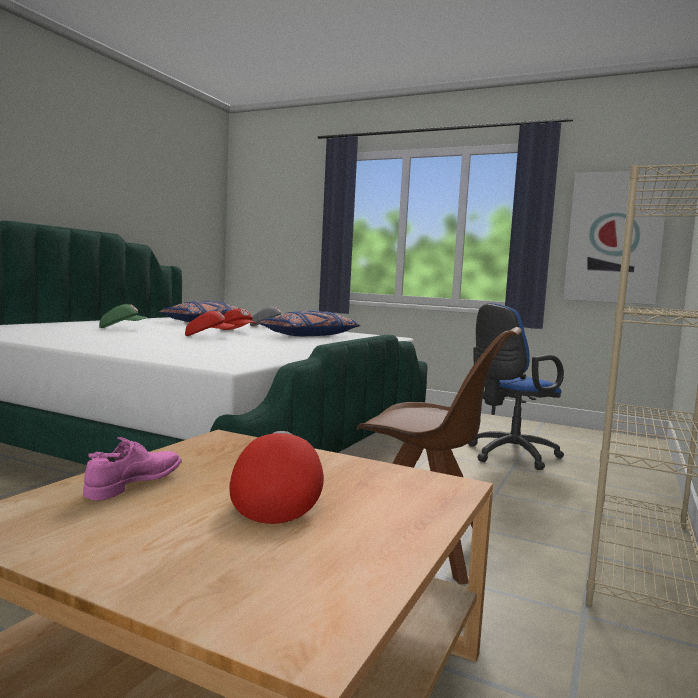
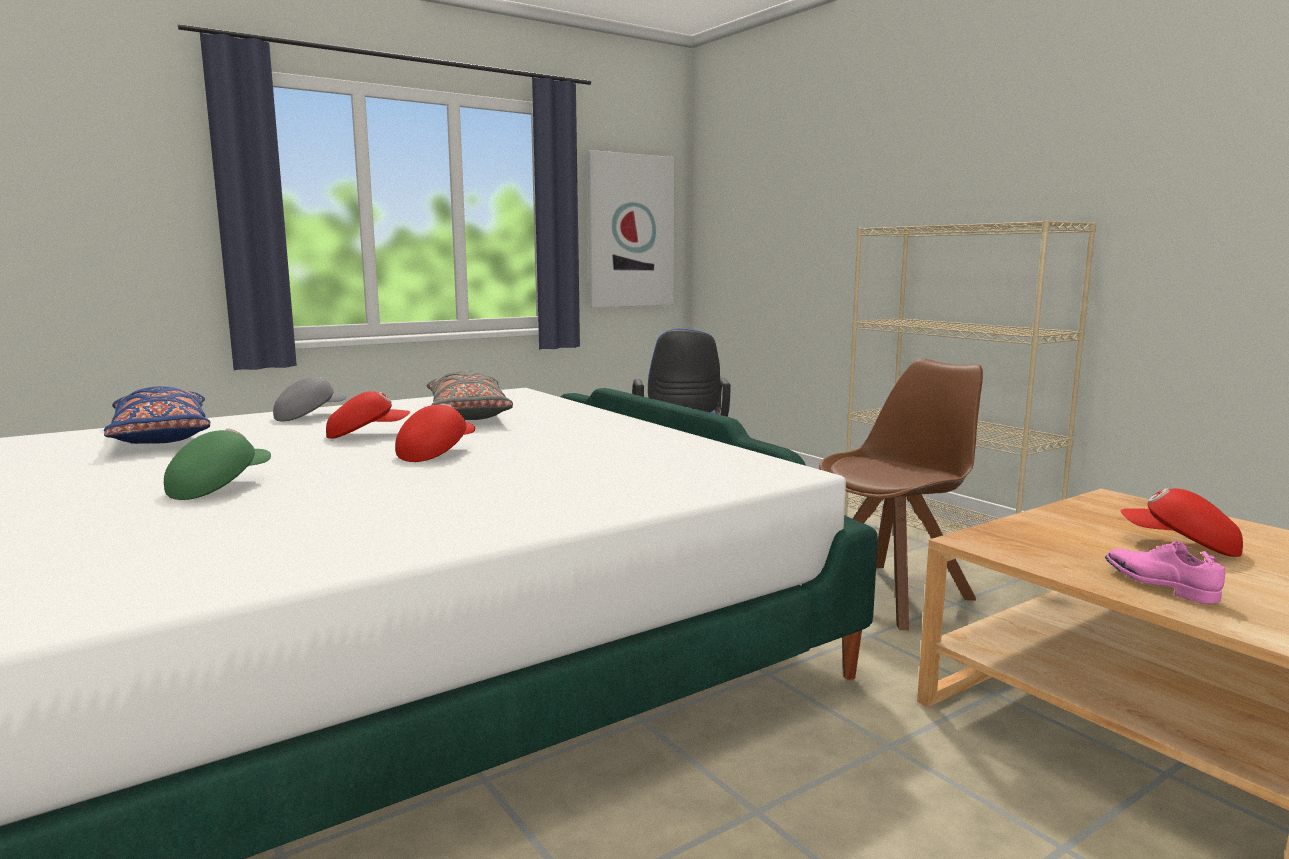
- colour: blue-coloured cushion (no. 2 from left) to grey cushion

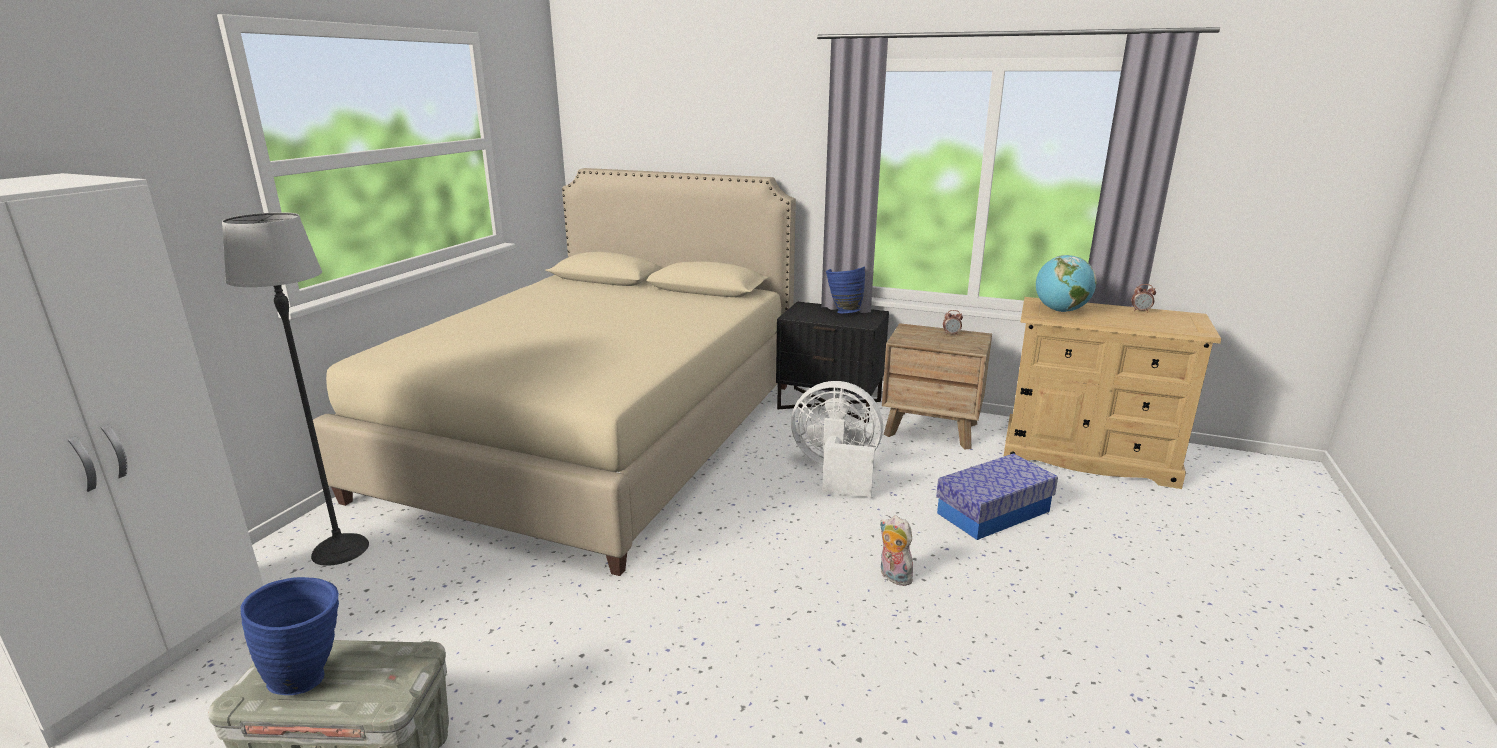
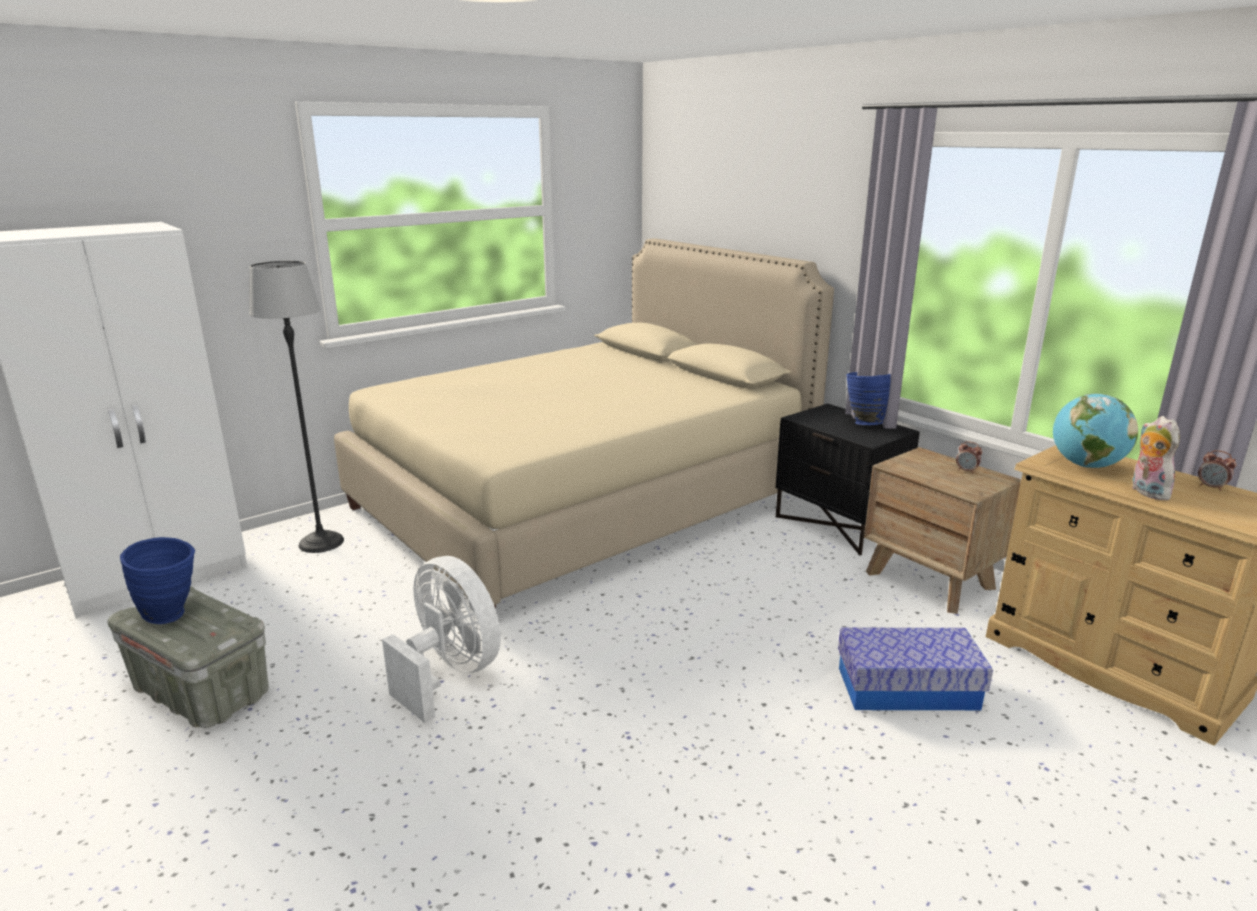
- relocated: whitish cooling fan
- relocated: soft toy

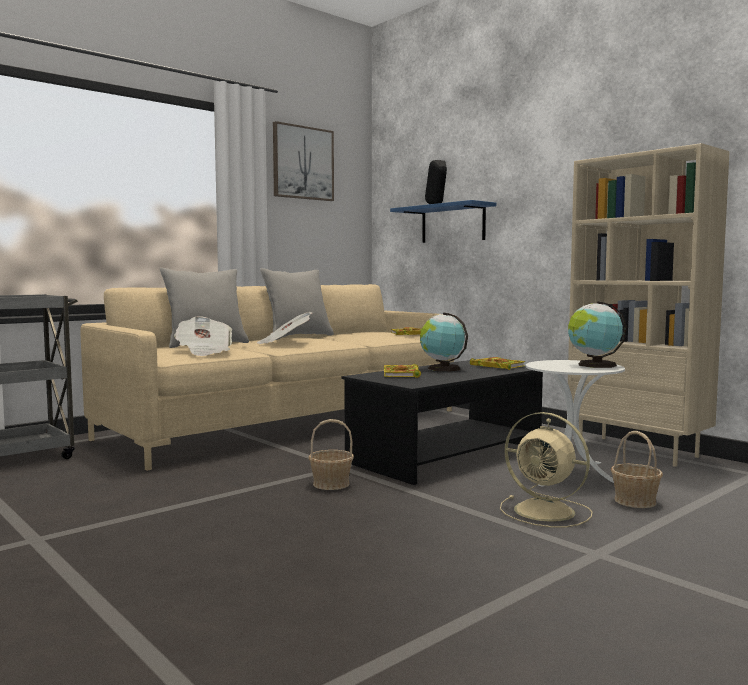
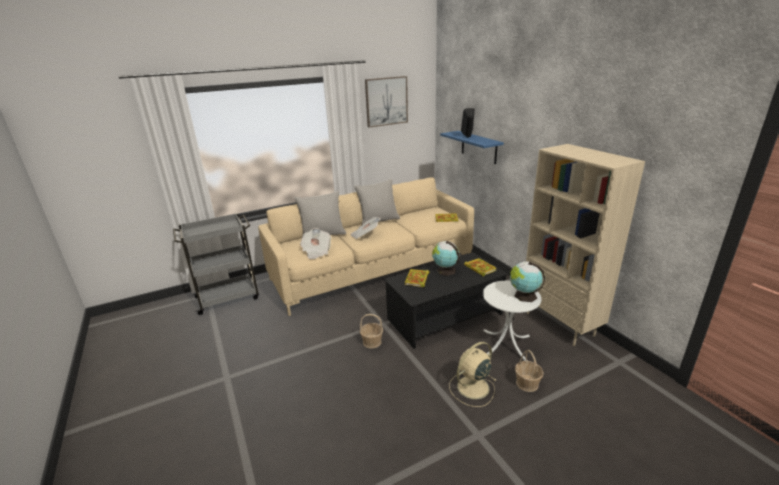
- spun: beige cooling fan 90 degrees clockwise

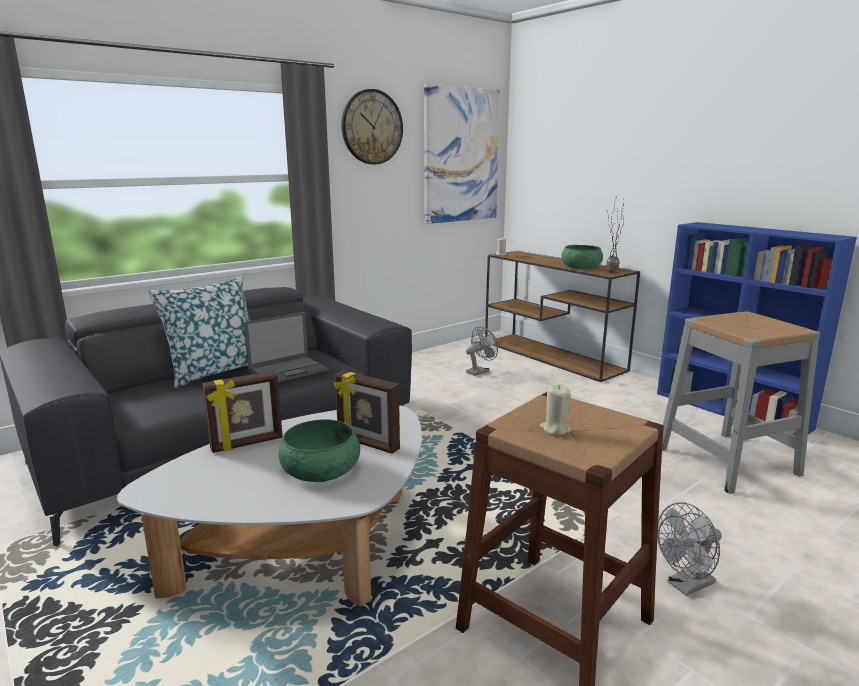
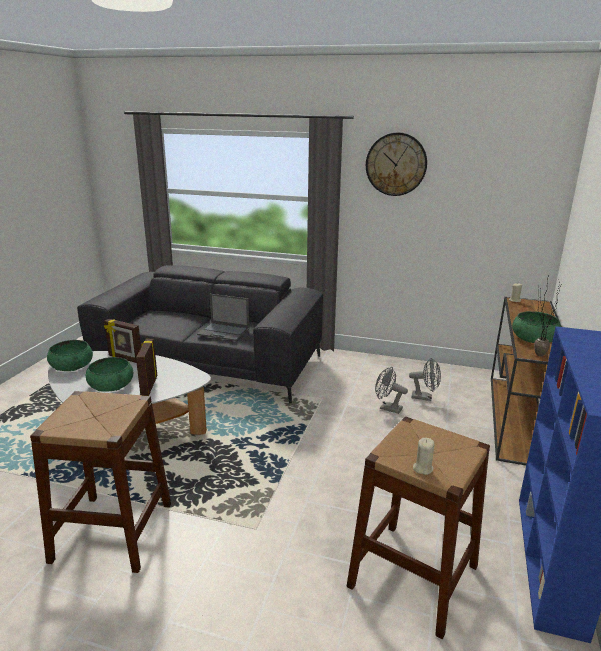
- missing: picture
- missing: cushion
- colour: grey stool seat to brown-coloured stool seat (no. 2 from left)
- relocated: beige wax light (no. 2 from left in the first image) to beige wax light (no. 1 from left)
- relocated: grey cooling fan (no. 2 from left in the first image) to grey cooling fan (no. 1 from left)
- appeared: greenish deep dish (no. 1 from left)

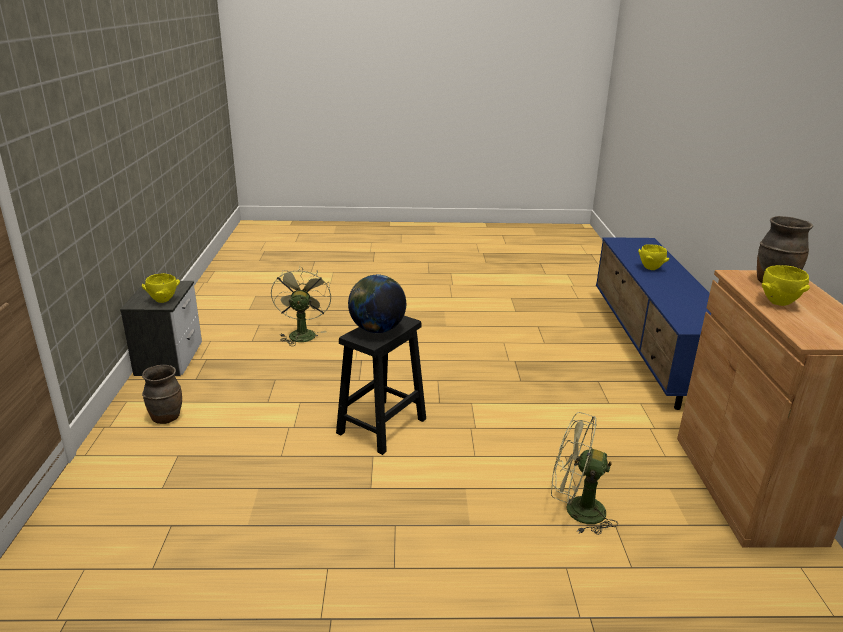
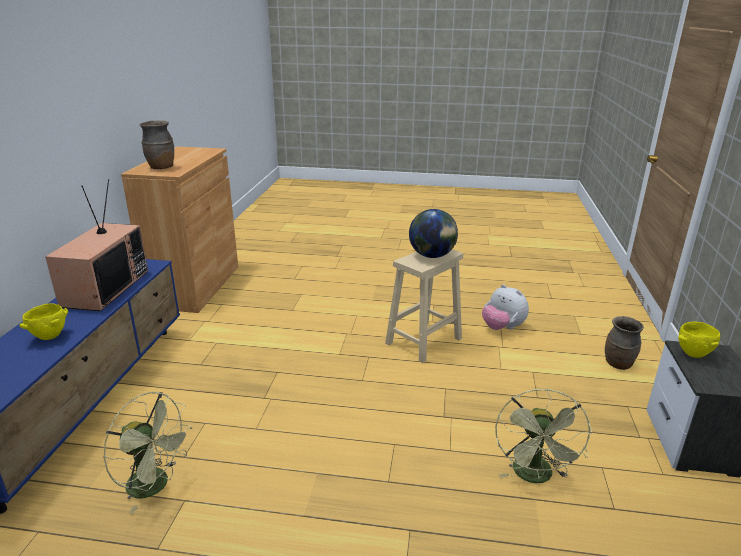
- missing: yellow deep dish (no. 3 from left)
- colour: black stool seat to beige stool seat
- relocated: greenish cooling fan (no. 2 from left in the first image) to greenish cooling fan (no. 1 from left)
- appeared: television
- appeared: soft toy

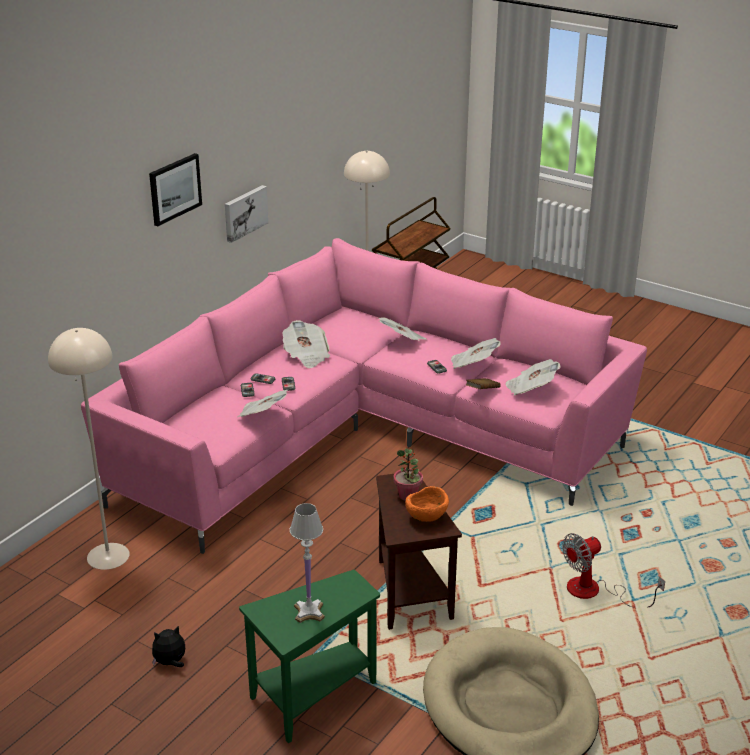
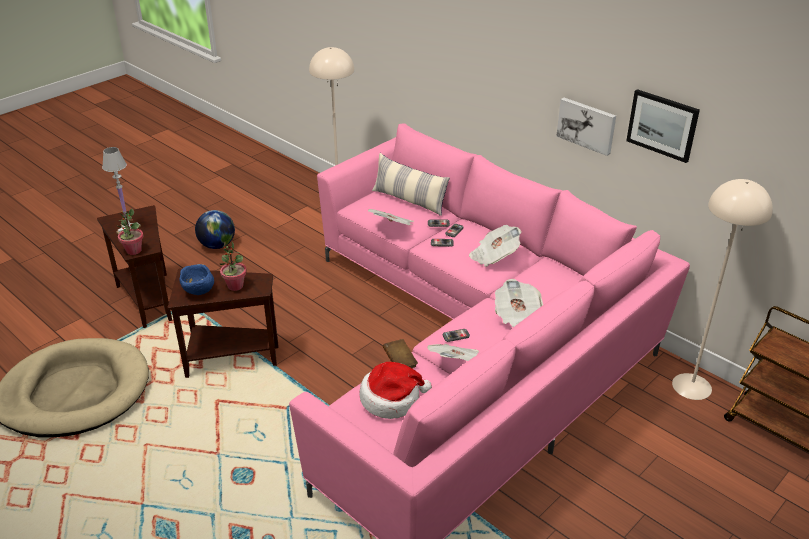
- relocated: picture (no. 1 from left in the first image) to picture (no. 2 from left)
- exchanged: printed paper (no. 5 from left) to clothing hat
- colour: orangey deep dish to blue-coloured deep dish
- missing: cooling fan
- colour: greenish side table to brown-coloured side table (no. 1 from left)
- exchanged: soft toy to globe
- appeared: cushion
- appeared: plant in a pot (no. 1 from left)

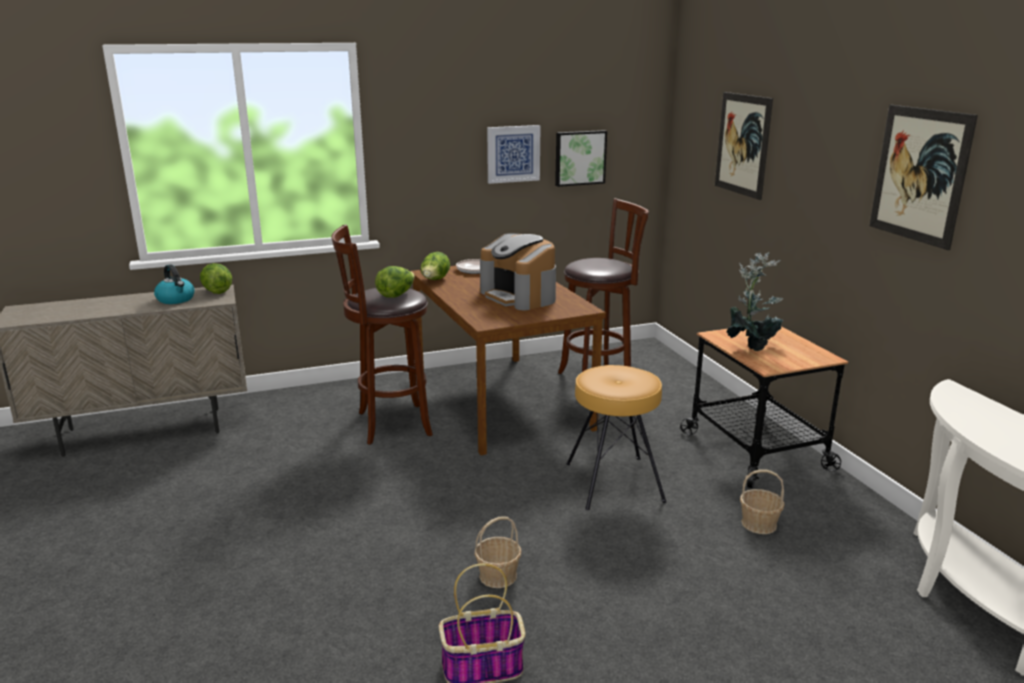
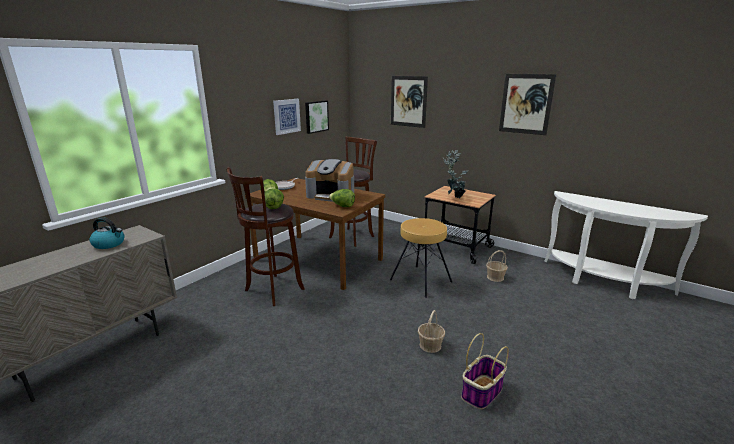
- relocated: lettuce head (no. 1 from left in the first image) to lettuce head (no. 3 from left)

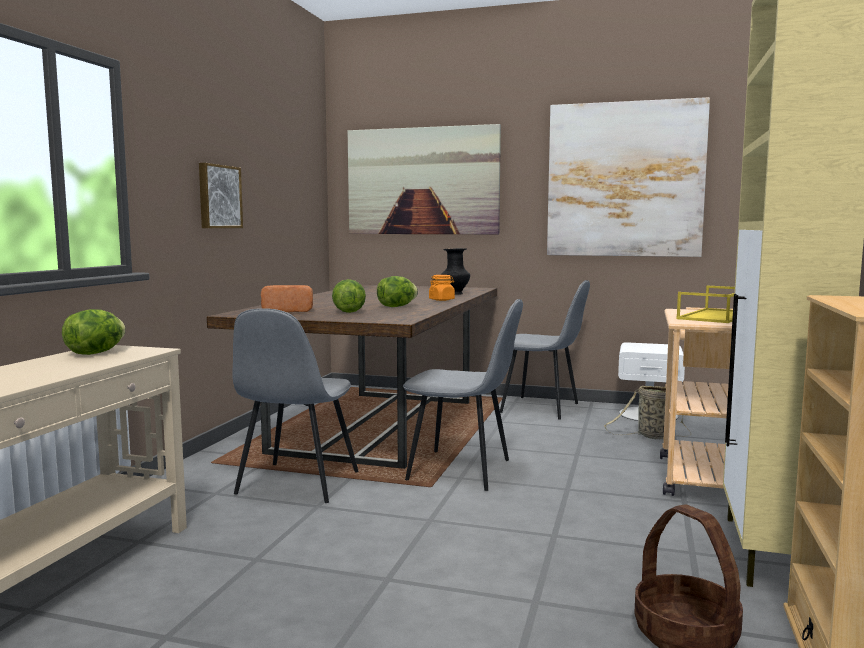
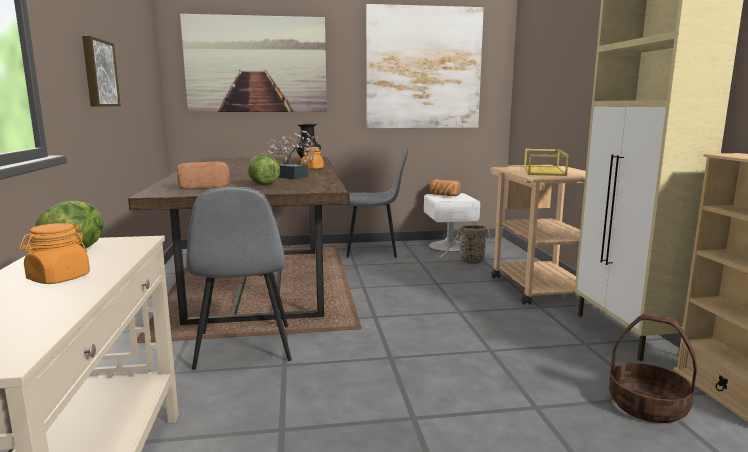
- exchanged: lettuce head (no. 3 from left) to plant in a pot
- missing: grey upright chair (no. 2 from left)
- appeared: bread (no. 2 from left)
- appeared: orangey storage jar (no. 1 from left)

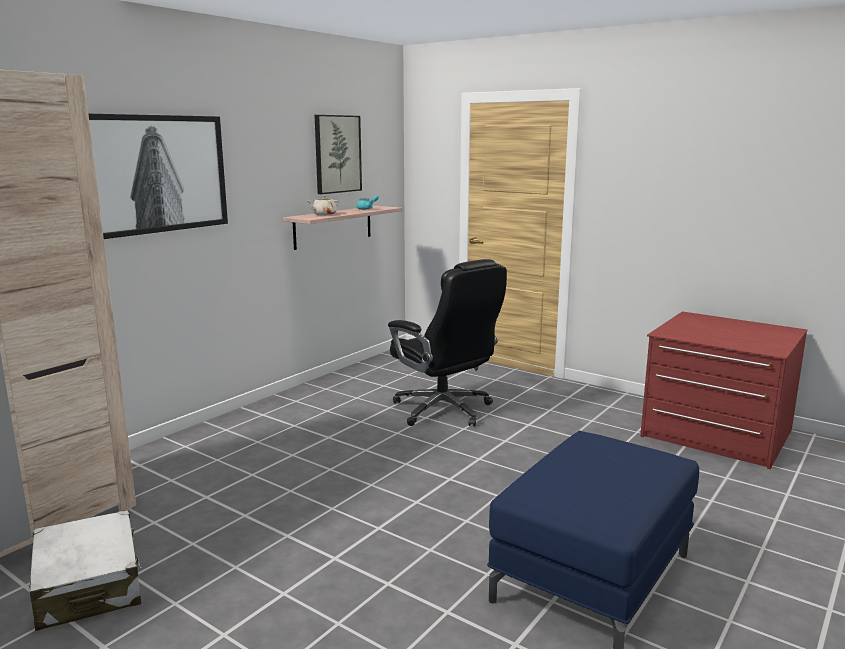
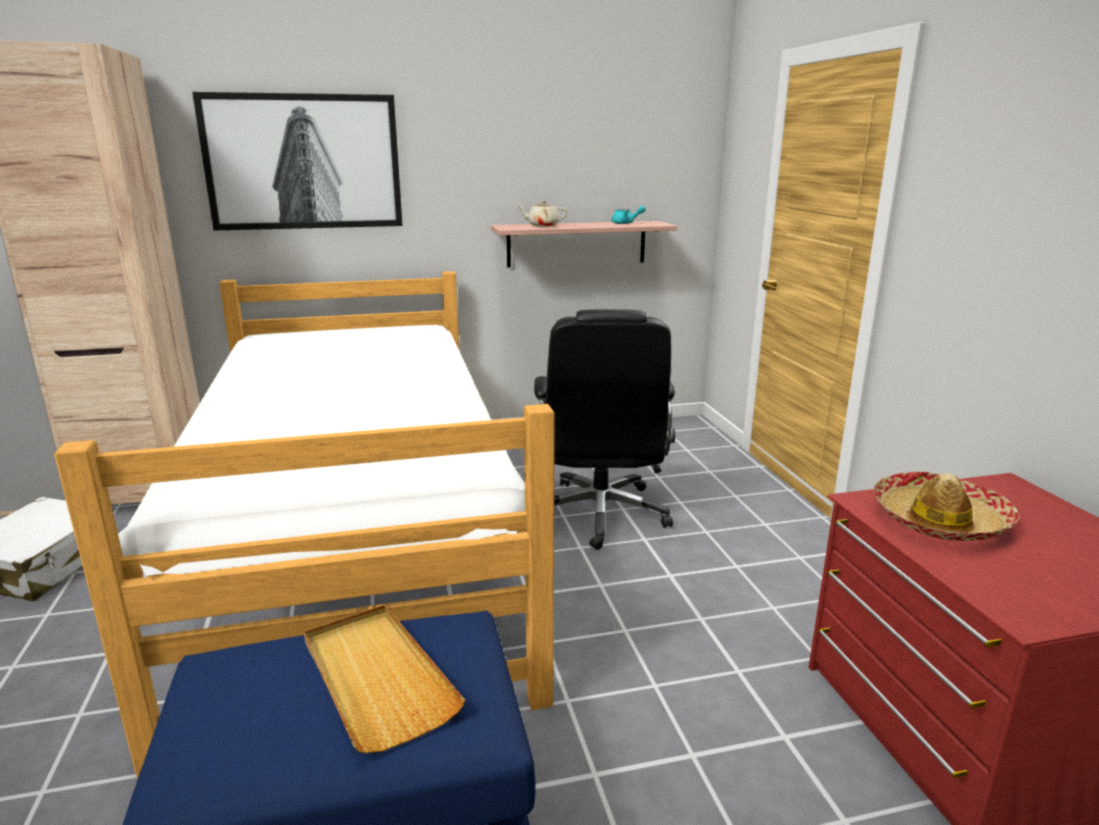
- missing: picture (no. 2 from left)
- appeared: bed
- appeared: clothing hat
- appeared: beige carrying tray

